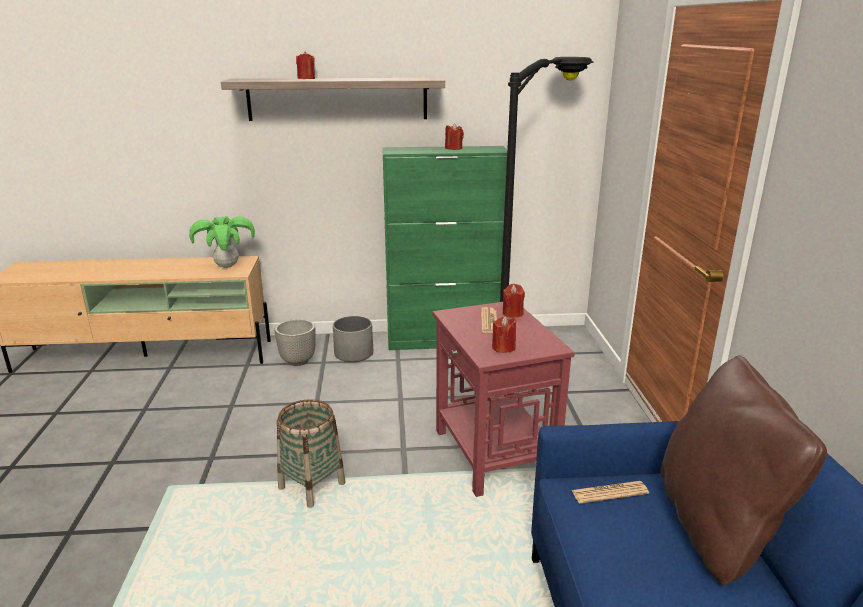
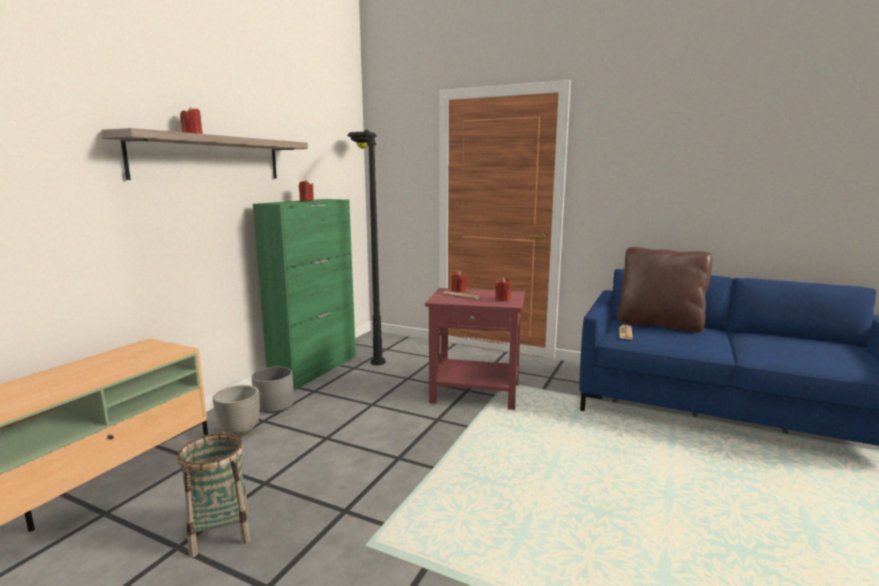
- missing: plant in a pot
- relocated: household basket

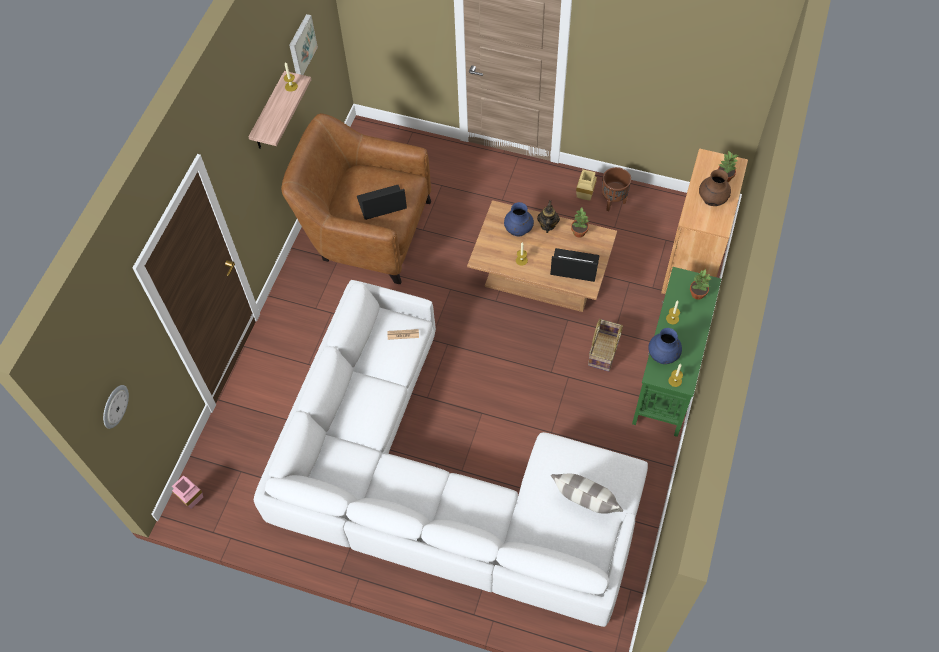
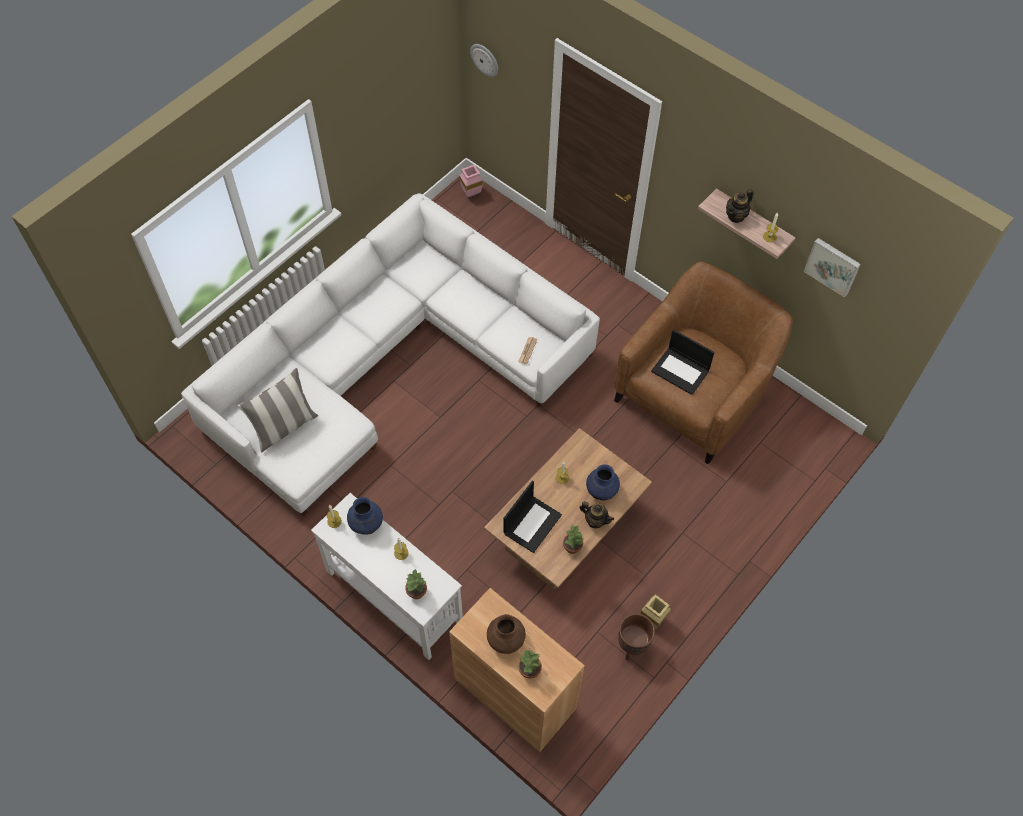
- spun: portable computer (no. 1 from left in the first image) 120 degrees clockwise
- colour: greenish narrow table to whitish narrow table
- missing: household basket
- appeared: teapot (no. 2 from left)

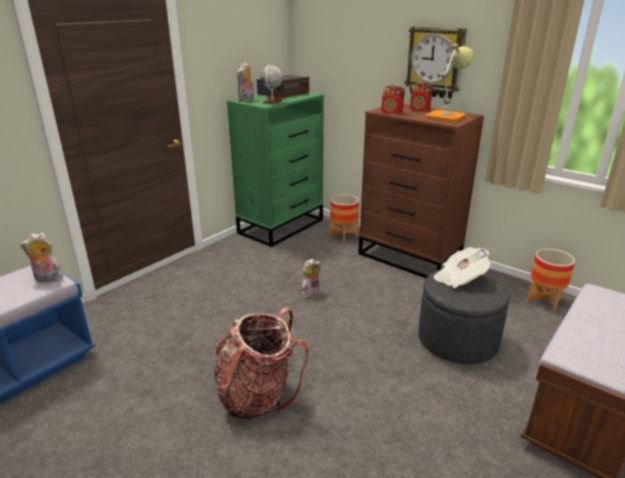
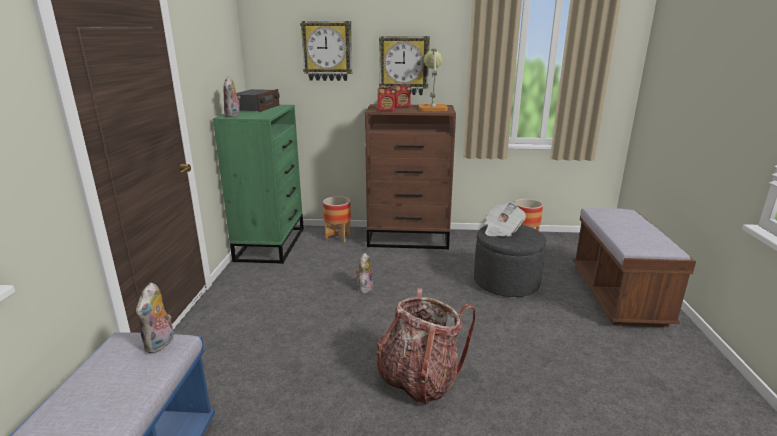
- missing: globe
- spun: soft toy (no. 1 from left) 45 degrees counterclockwise
- appeared: wall clock (no. 1 from left)

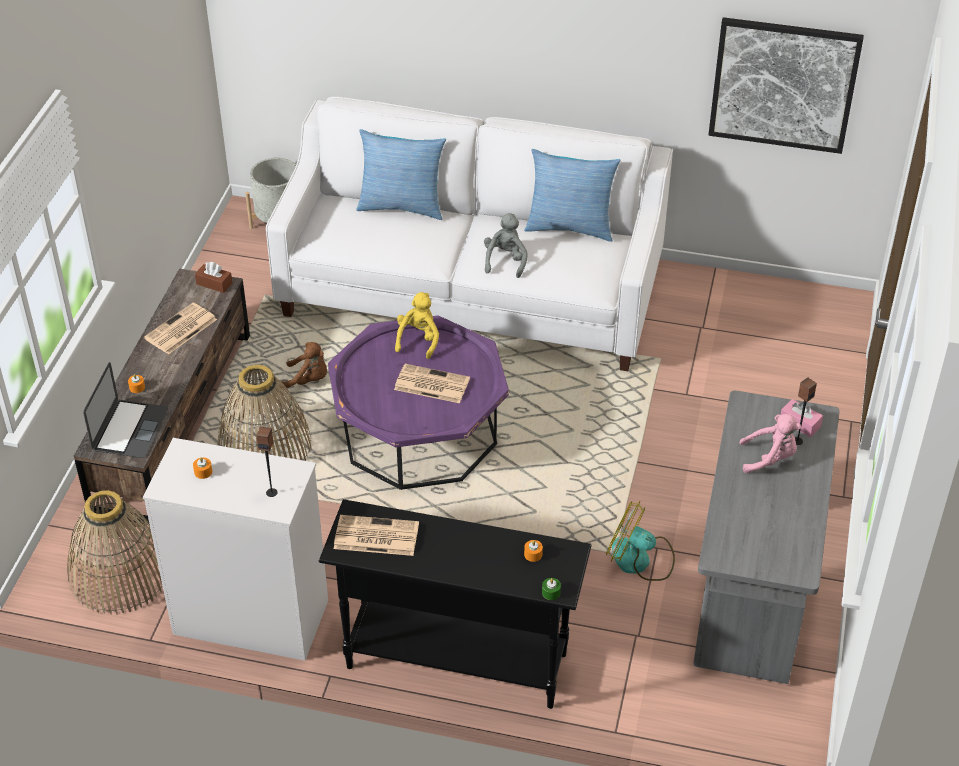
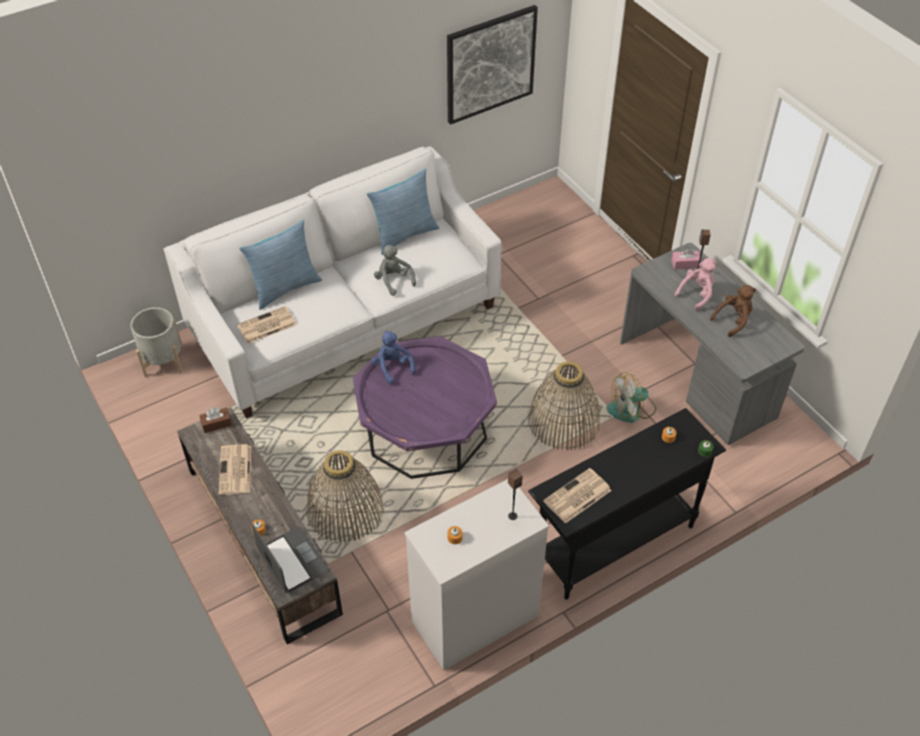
- colour: yellow soft toy to blue-coloured soft toy
- relocated: brown-coloured soft toy
- relocated: printed paper (no. 3 from left in the first image) to printed paper (no. 2 from left)
- relocated: household basket (no. 1 from left in the first image) to household basket (no. 2 from left)

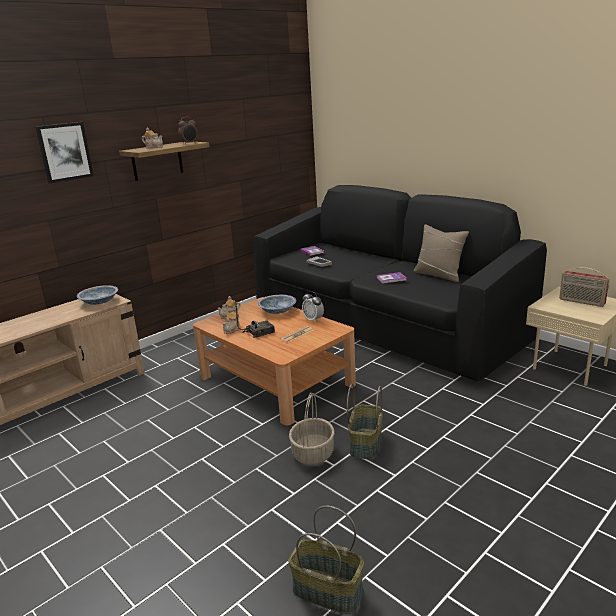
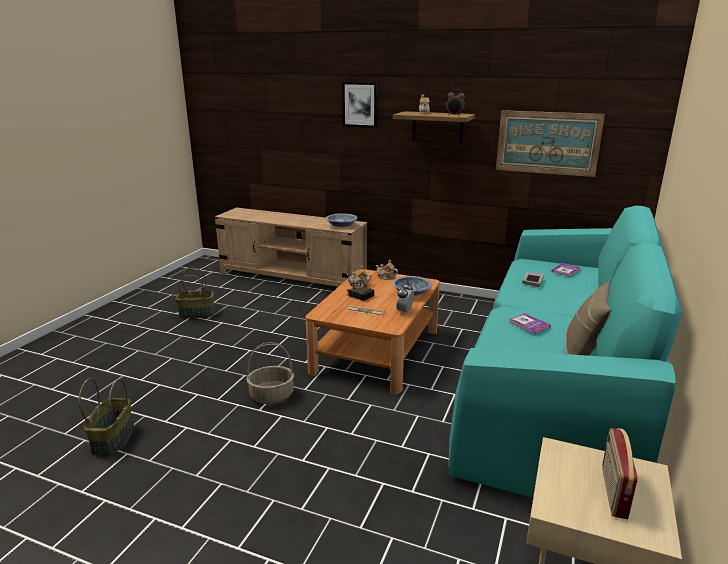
- colour: black settee to turquoise-coloured settee
- relocated: household basket (no. 3 from left in the first image) to household basket (no. 2 from left)
- appeared: picture (no. 2 from left)

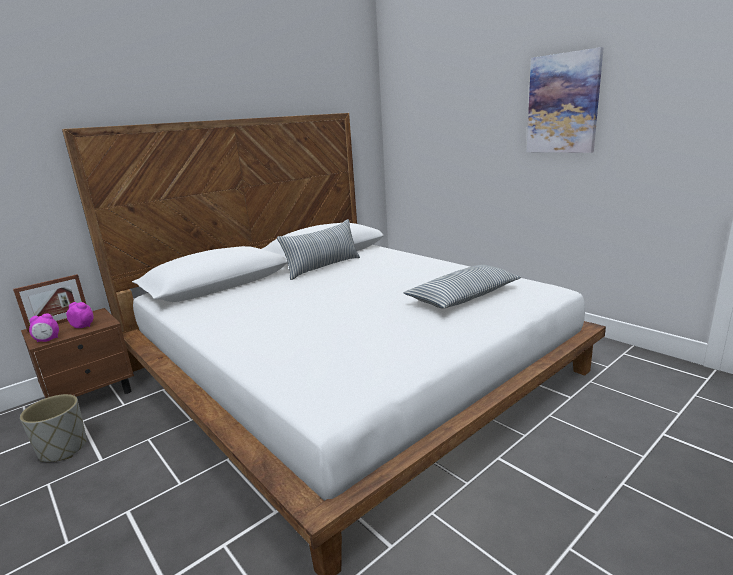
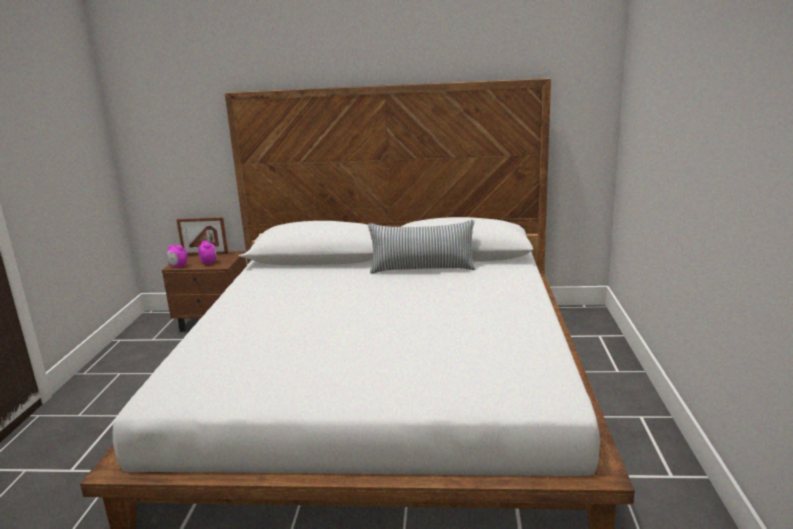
- missing: picture
- missing: cushion (no. 2 from left)
- missing: grey planter

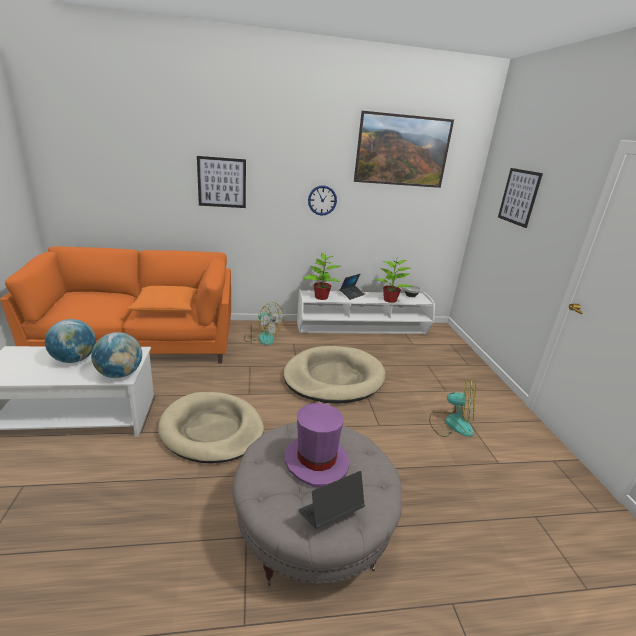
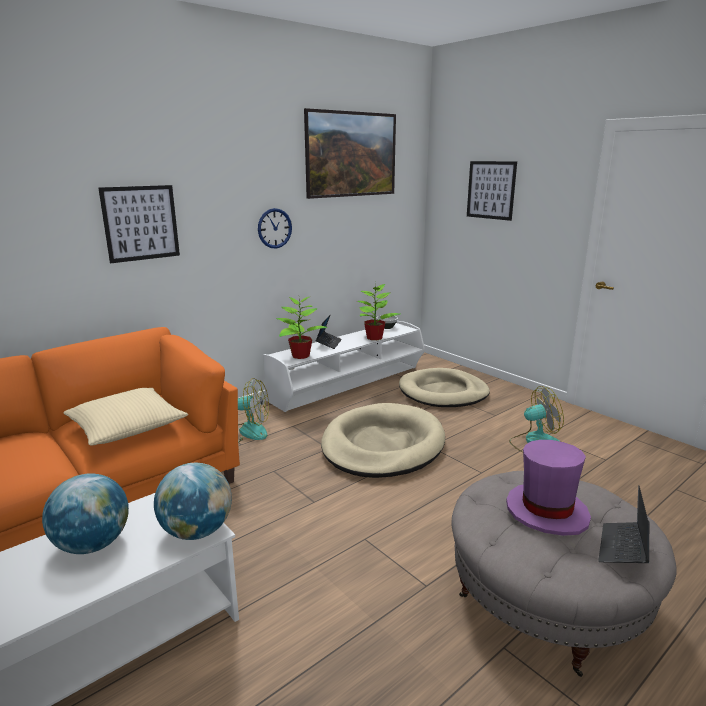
- colour: orangey cushion to beige cushion
- relocated: beige dog cushion (no. 1 from left in the first image) to beige dog cushion (no. 2 from left)

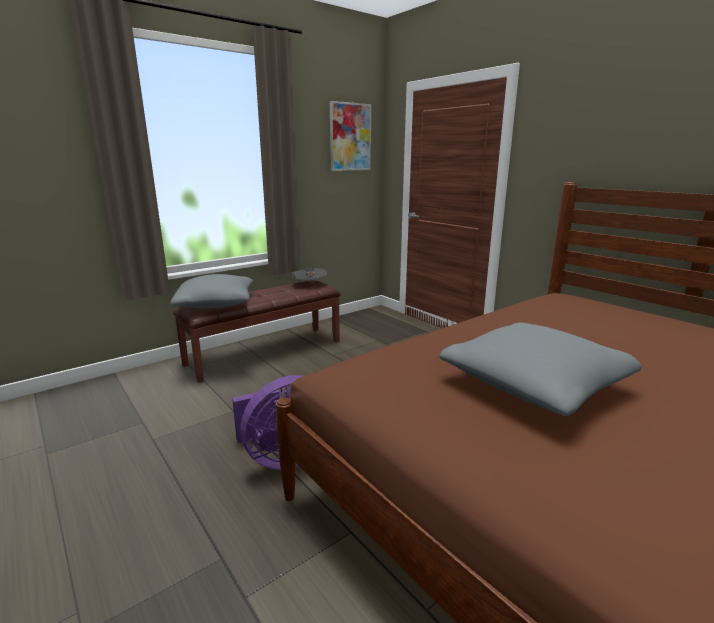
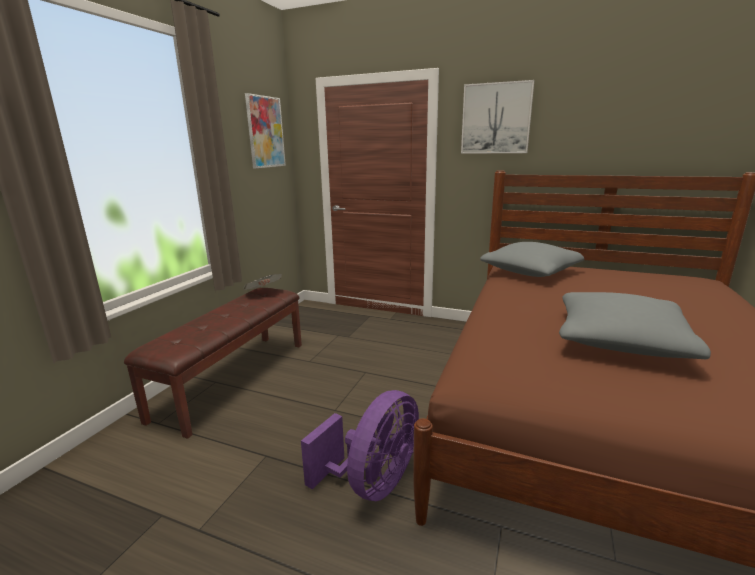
- relocated: grey cushion (no. 1 from left)
- appeared: picture (no. 2 from left)

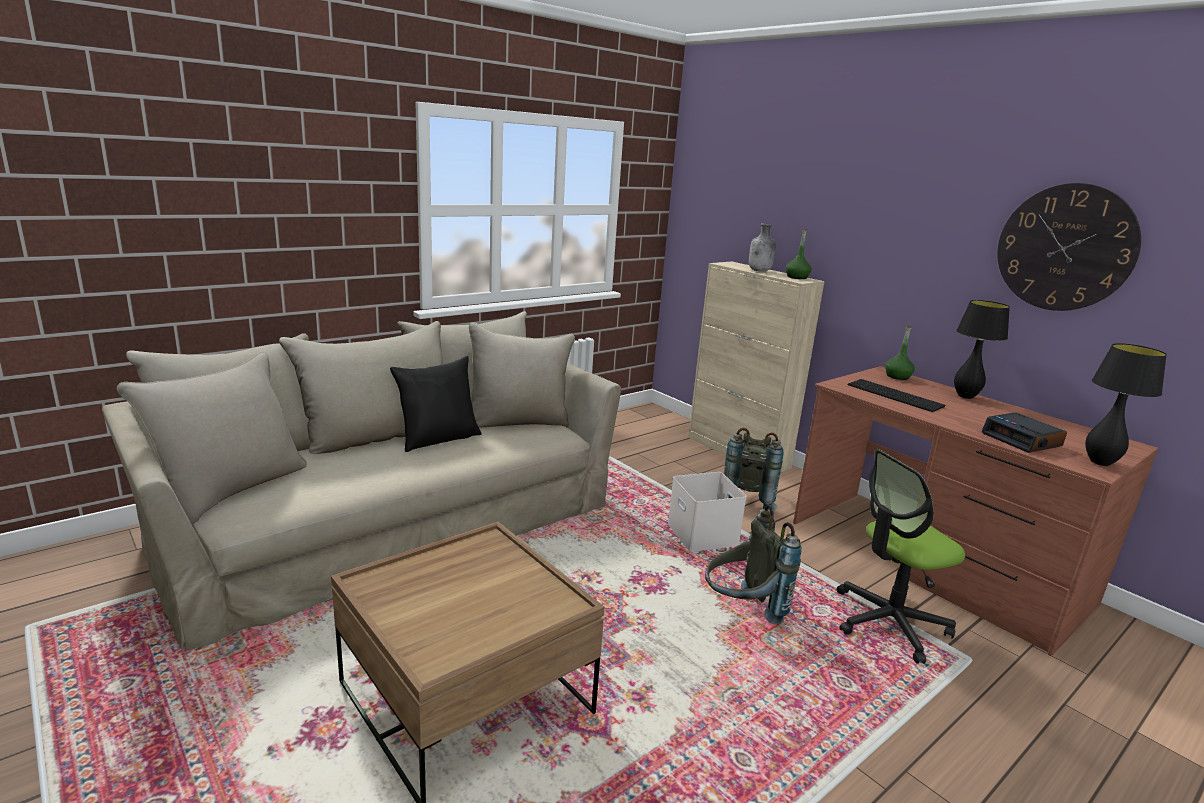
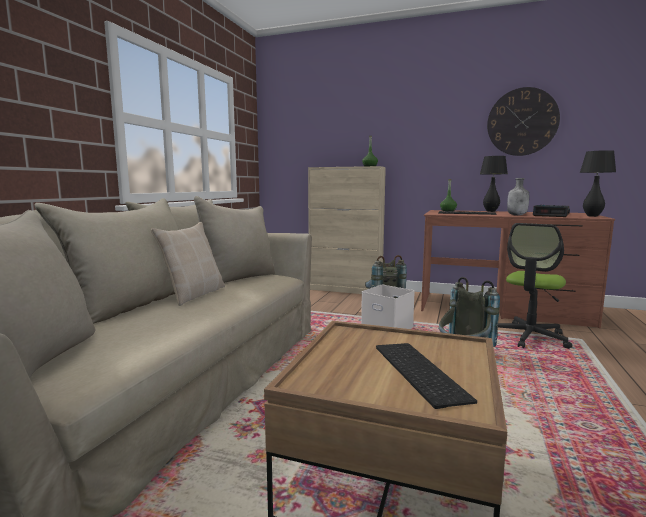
- relocated: grey drink bottle
- colour: black cushion to beige cushion
- appeared: PC keyboard (no. 1 from left)

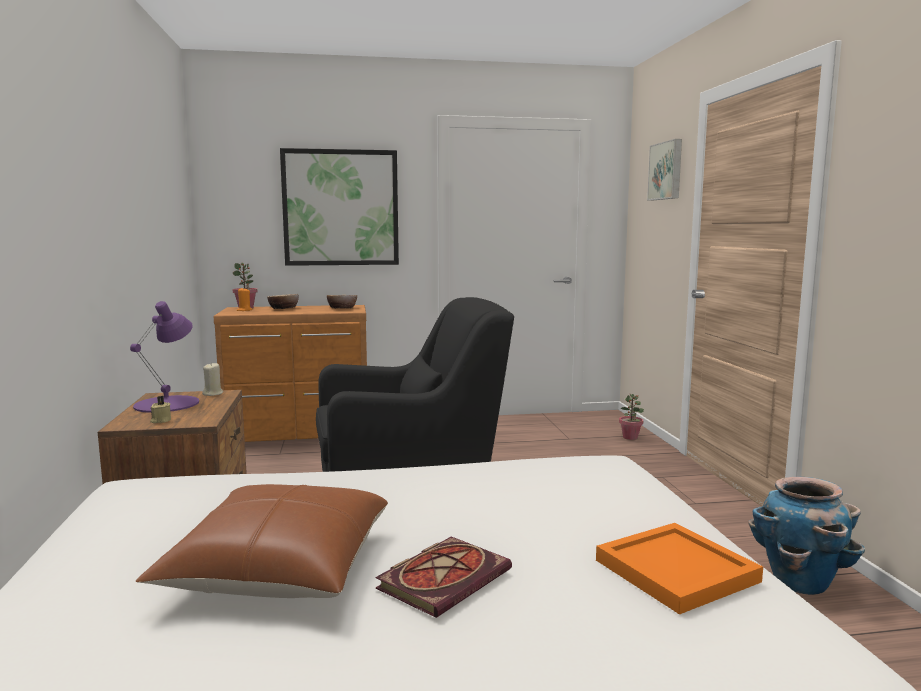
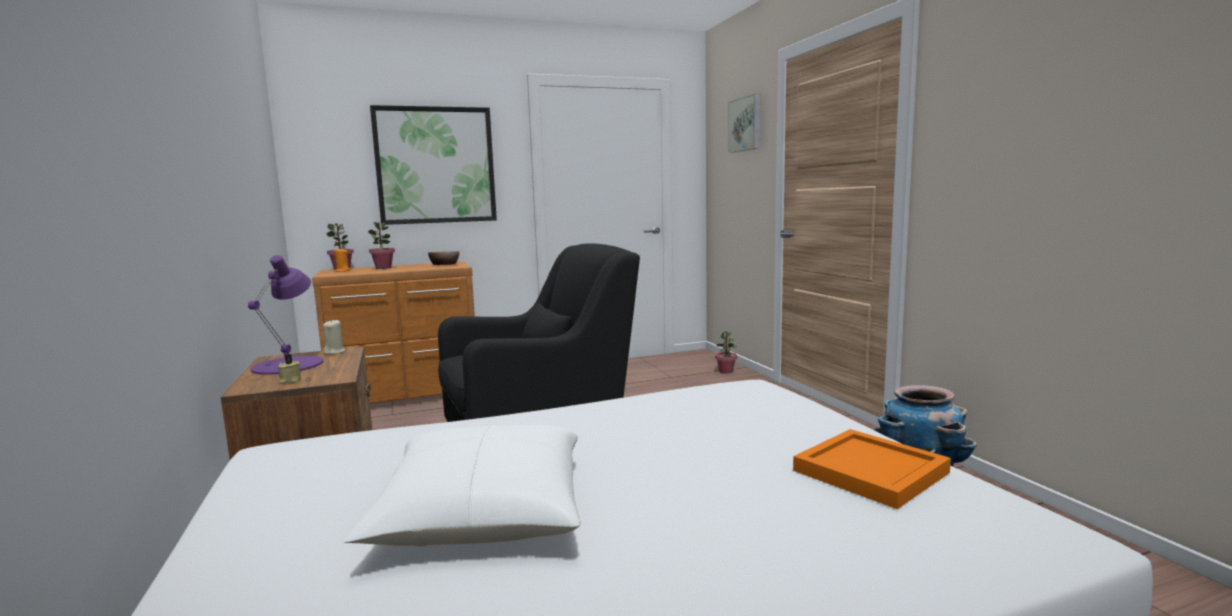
- exchanged: deep dish (no. 1 from left) to plant in a pot (no. 2 from left)
- colour: brown-coloured cushion to whitish cushion
- missing: bound book

